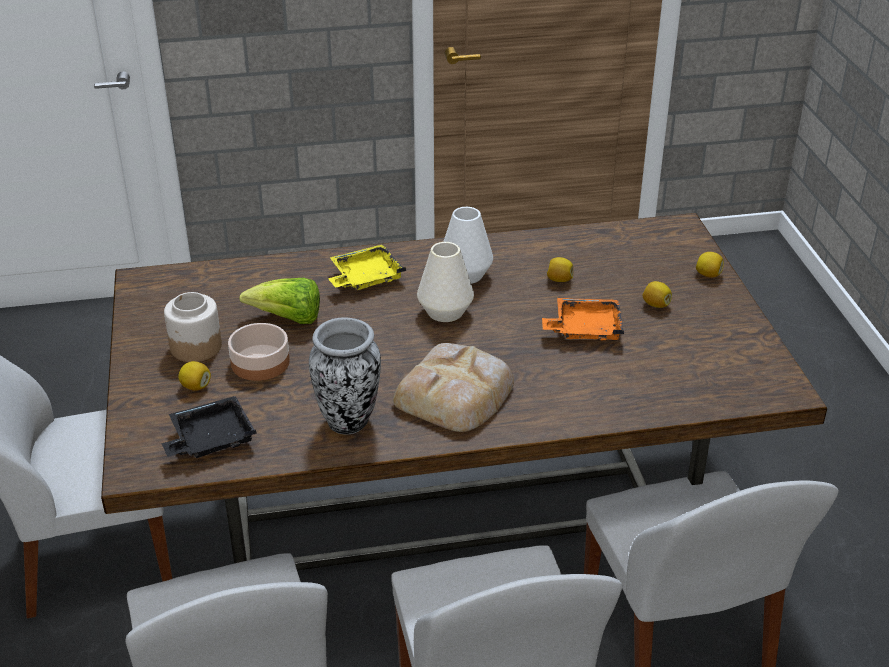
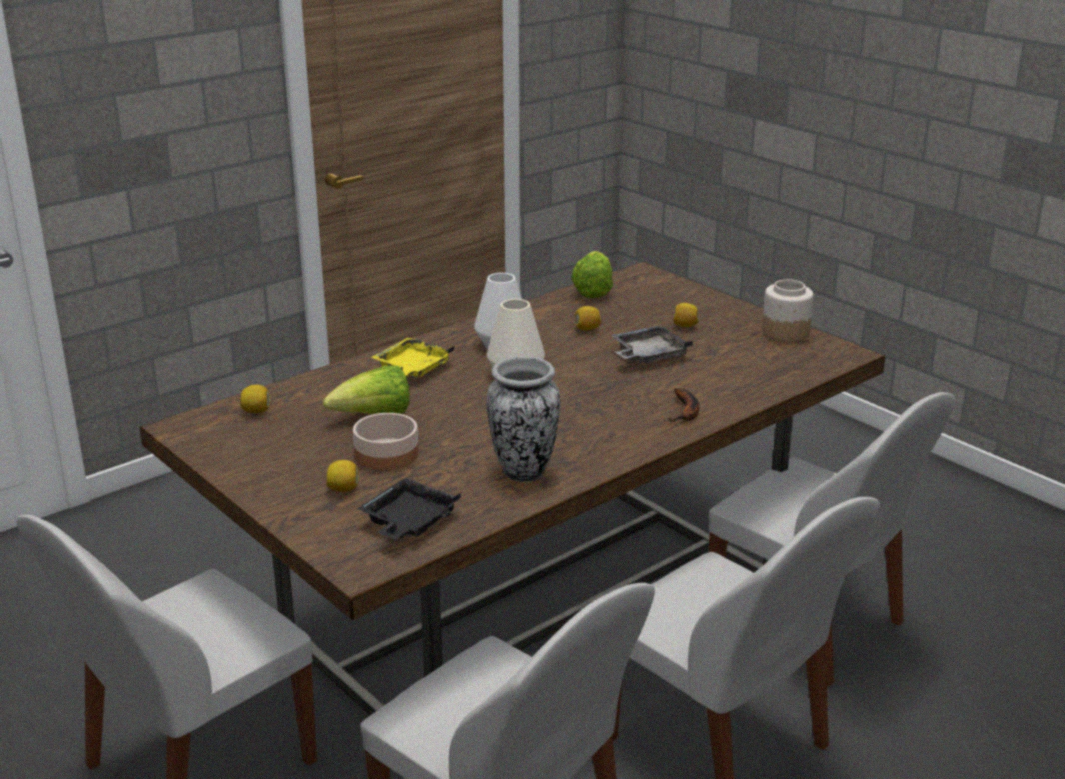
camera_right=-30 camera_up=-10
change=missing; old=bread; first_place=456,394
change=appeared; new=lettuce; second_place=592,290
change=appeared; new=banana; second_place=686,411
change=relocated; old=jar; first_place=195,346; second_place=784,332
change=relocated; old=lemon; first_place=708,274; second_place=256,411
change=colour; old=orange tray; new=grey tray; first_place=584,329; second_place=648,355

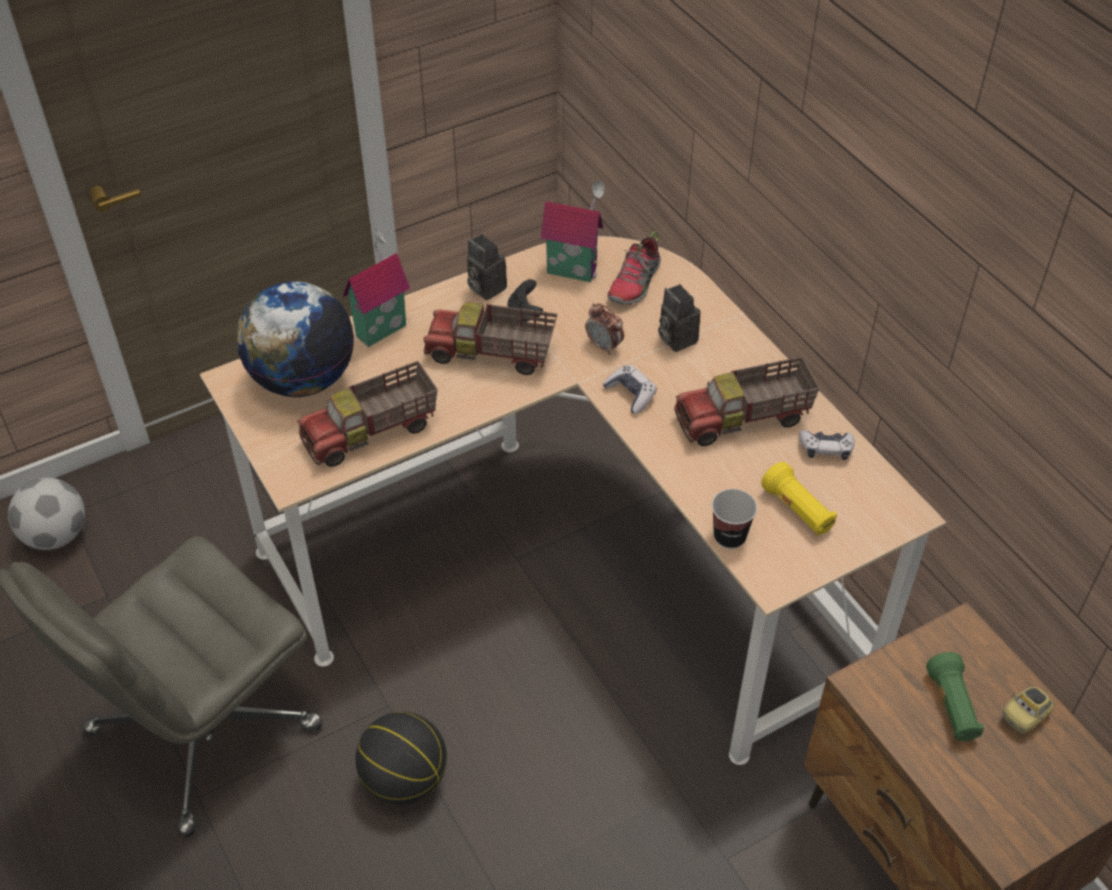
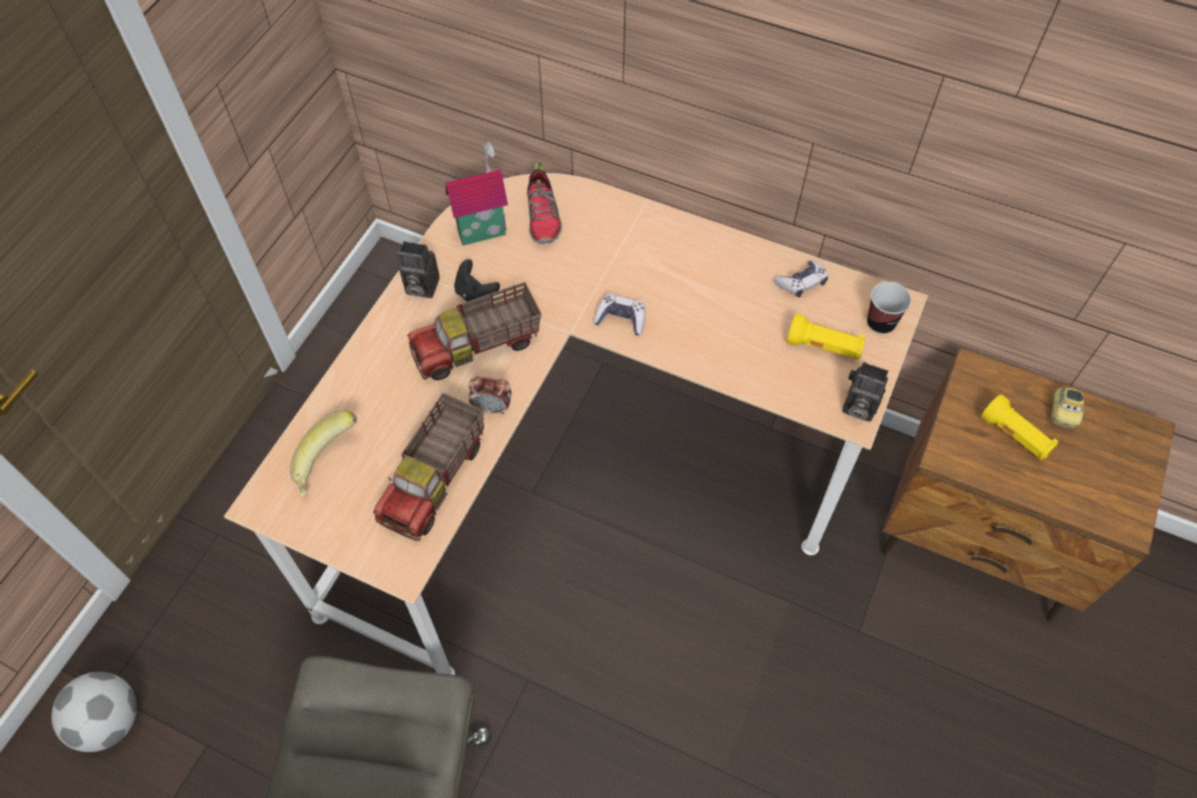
camera_right=-35 camera_up=10
change=missing; old=toy house; first_place=379,328
change=missing; old=basketball; first_place=405,779
change=missing; old=toy truck; first_place=744,420
change=relocated; old=alarm clock; first_place=604,346; second_place=492,408
change=relocated; old=photo camera; first_place=675,338; second_place=857,407
change=relocated; old=cup; first_place=729,537; second_place=880,323
change=exchanged; old=globe; new=banana; first_place=302,379; second_place=328,465
change=colour; old=green flashlight; new=yellow flashlight; first_place=952,707; second_place=1015,436

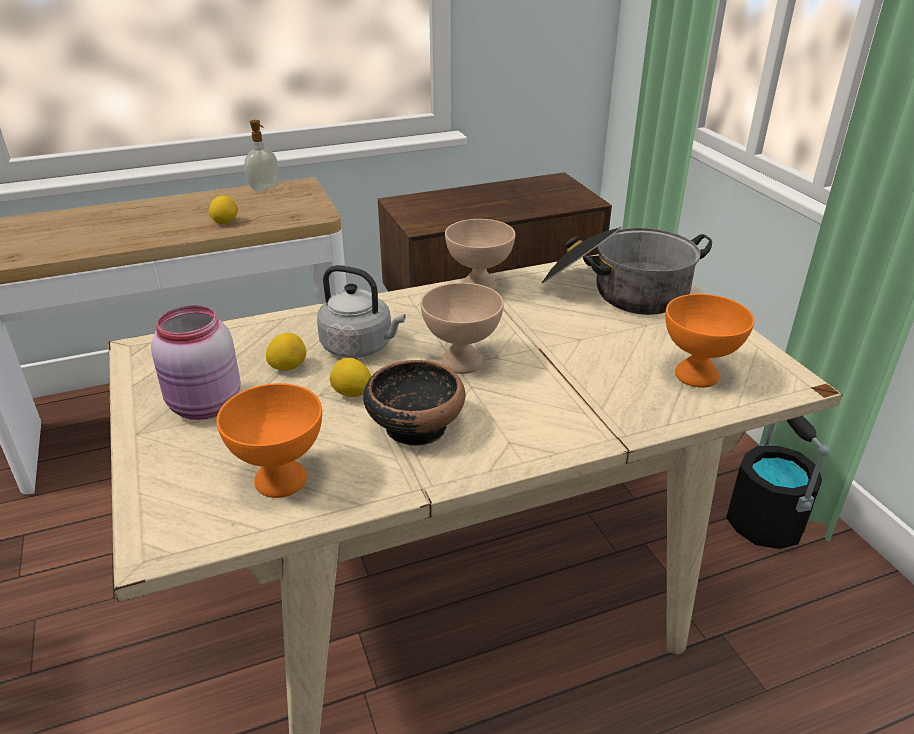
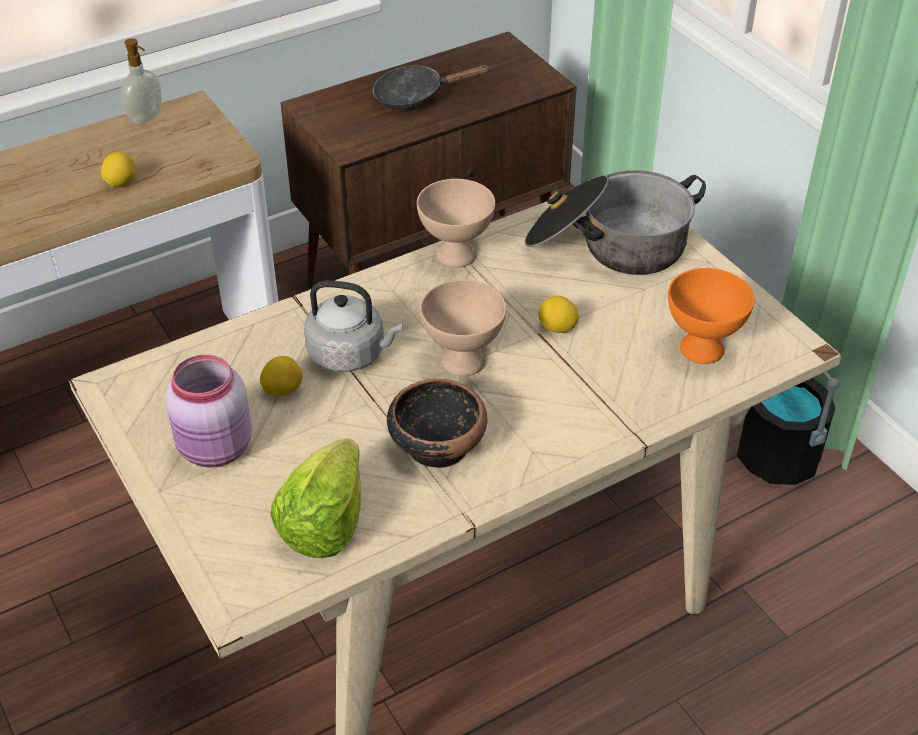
camera_right=-10 camera_up=10
change=appeared; new=black frying pan; second_place=416,96
change=relocated; old=lemon; first_place=352,394; second_place=557,328
change=exchanged; old=orange bowl; new=lettuce; first_place=279,480; second_place=324,523

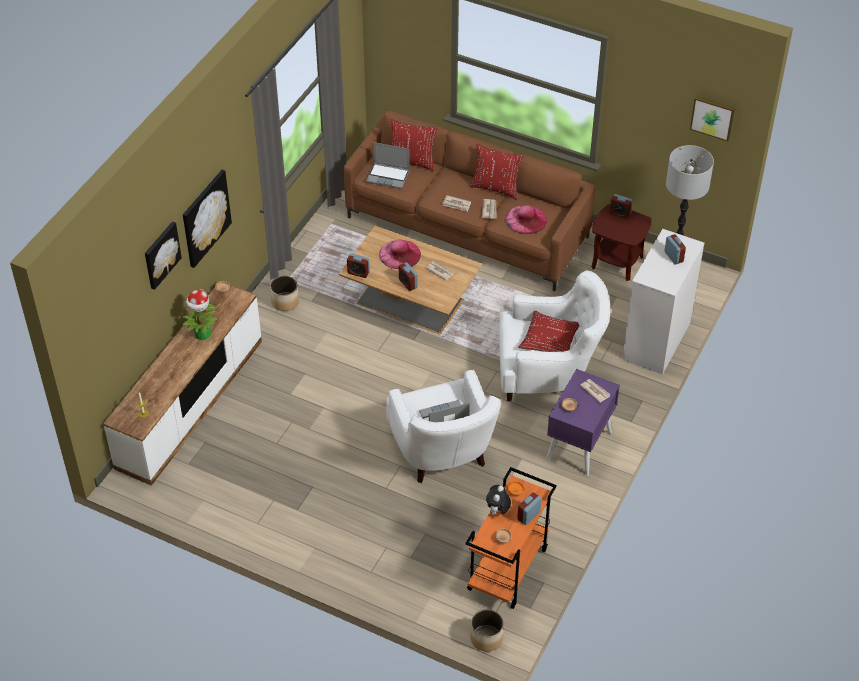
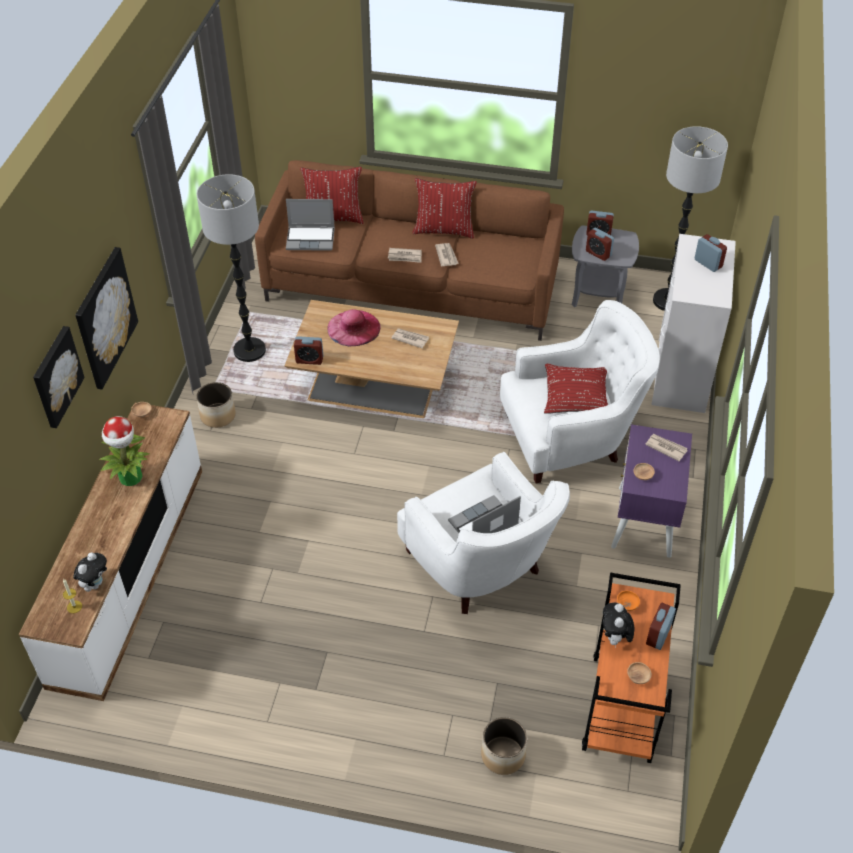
camera_right=-15 camera_up=0
change=missing; old=pink hat; first_place=526,219
change=missing; old=picture; first_place=713,117
change=appeared; new=plush toy; second_place=95,583
change=appeared; new=floor lamp; second_place=249,351
change=relocated; old=alarm clock; first_place=408,283; second_place=598,253
change=relocated; old=planter; first_place=486,638; second_place=503,755
change=colour; old=brown side table; new=grey side table; first_place=617,262; second_place=598,294

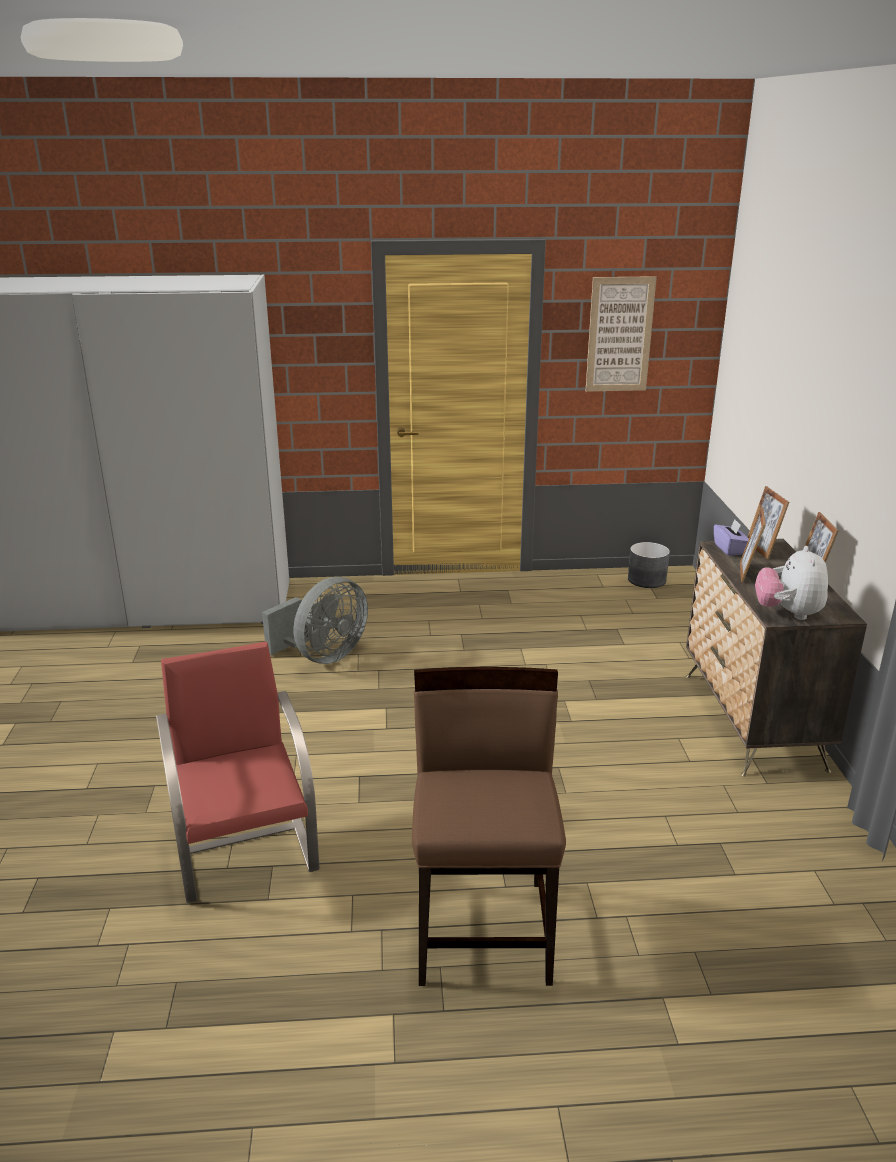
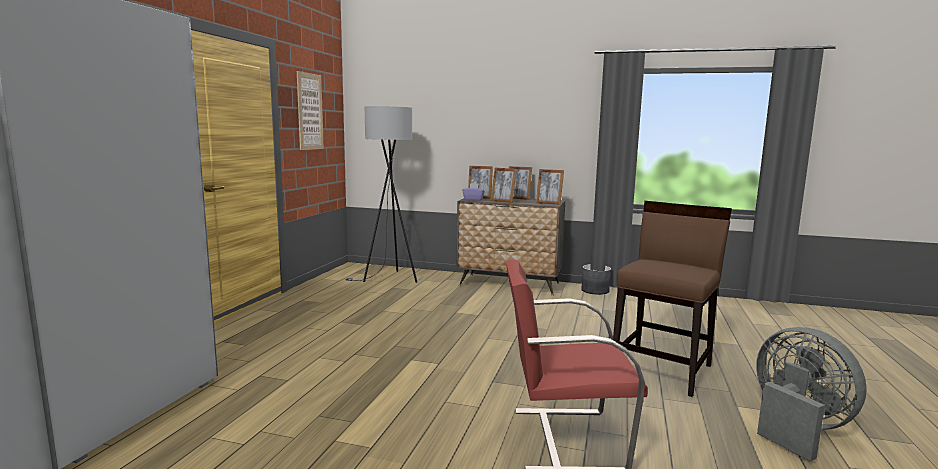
camera_right=-70 camera_up=-15
change=appeared; new=grey floor lamp; second_place=388,279
change=relocated; old=grey fan; first_place=323,656; second_place=796,428
change=relocated; old=grey planter; first_place=647,580; second_place=595,290
change=exchanged; old=plush toy; new=picture frame; first_place=788,613; second_place=549,203
change=spun; old=brown chair; first_place=484,929; second_place=662,369; degrees=105

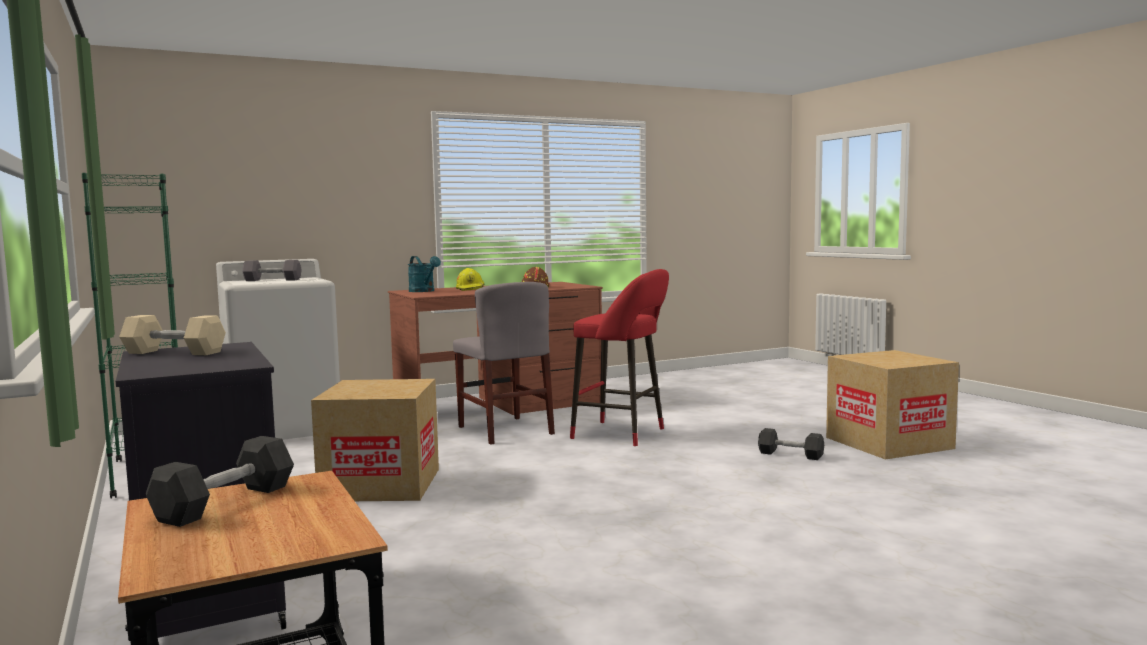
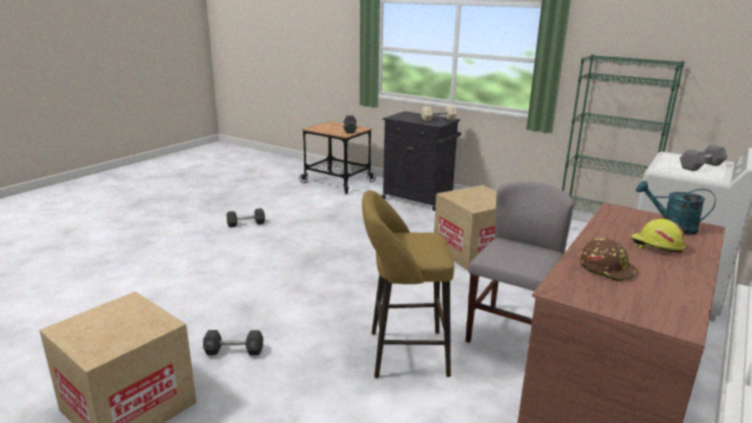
camera_right=150 camera_up=15
change=appeared; new=black dumbbell; second_place=246,224
change=colour; old=red stool; new=yellow stool; first_place=623,434; second_place=402,353
change=spun; old=grey chair; first_place=505,430; second_place=510,332; degrees=90

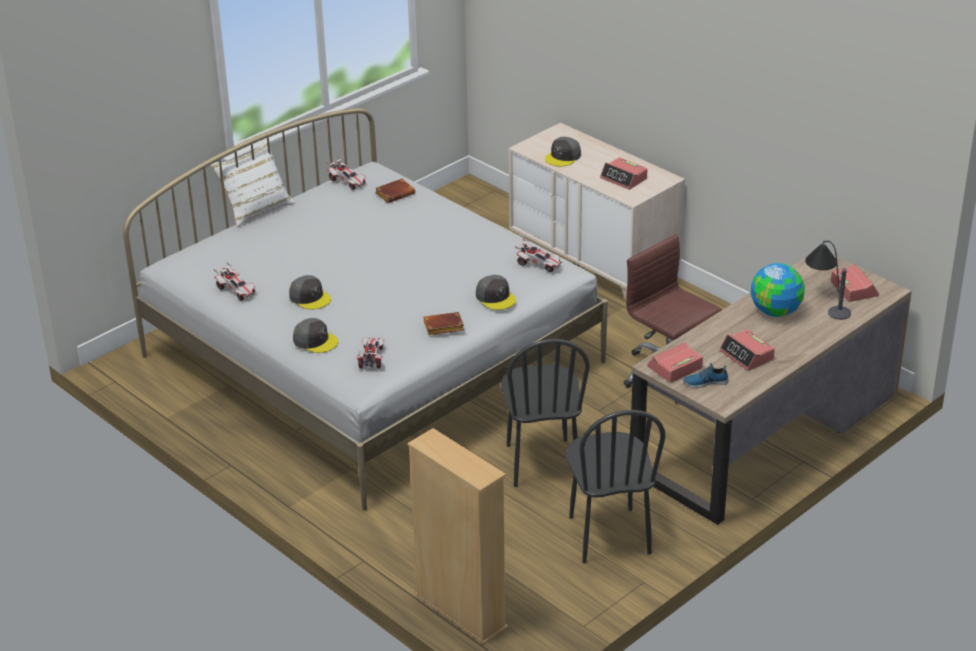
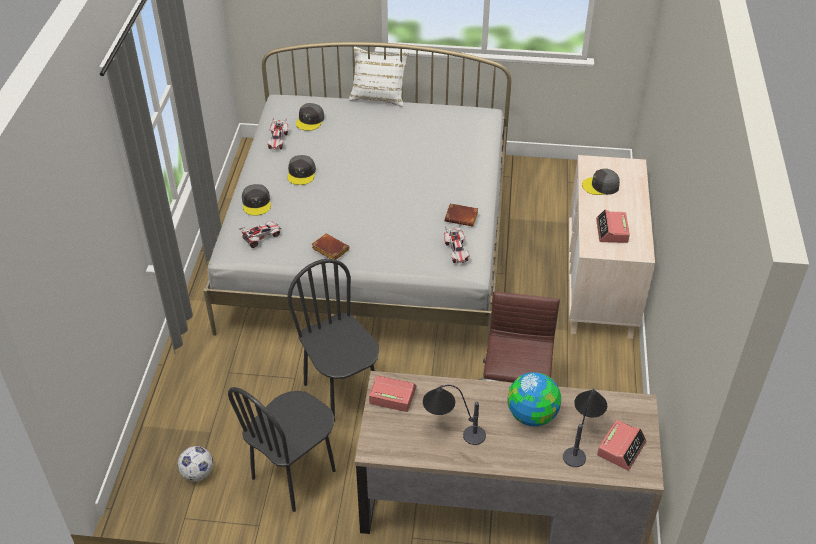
camera_right=50 camera_up=10
change=missing; old=toy car; first_place=347,182
change=missing; old=beige bookcase; first_place=461,611
change=missing; old=shoe; first_place=705,382
change=appeared; new=football; second_place=198,473
change=relocated; old=brown book; first_place=395,193; second_place=462,217
change=relocated; old=grey cap; first_place=495,297; second_place=310,120
change=exchanged; old=alarm clock; new=table lamp; first_place=747,355; second_place=451,430
change=spun; old=black chair; first_place=541,463; second_place=341,391; degrees=105

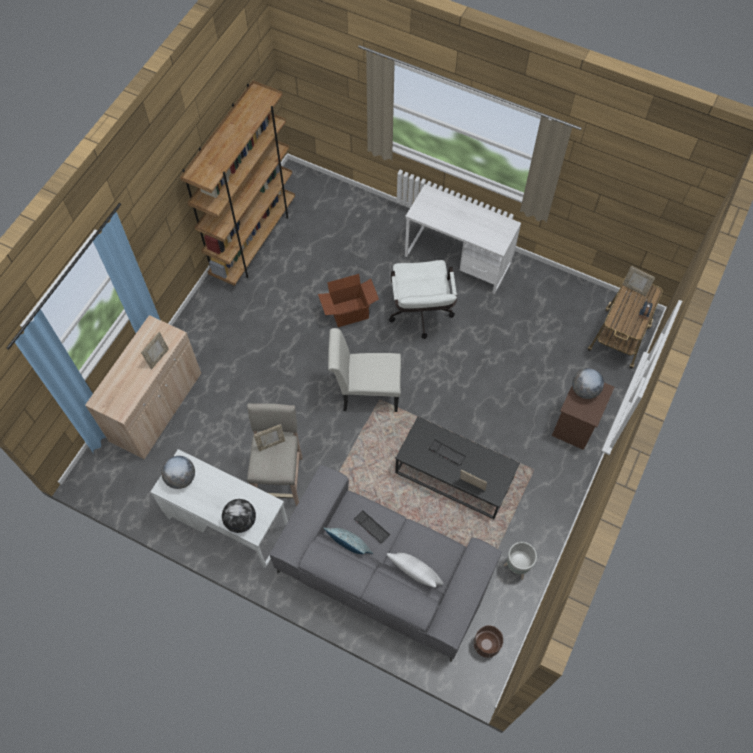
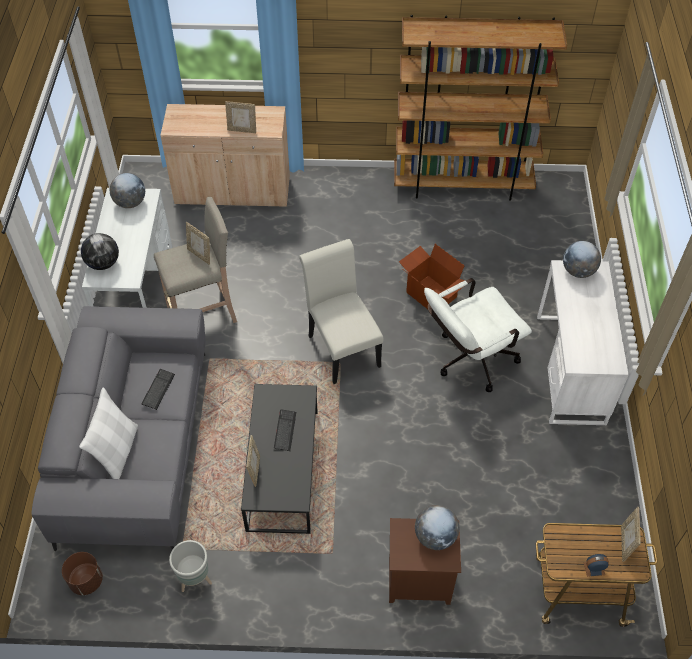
camera_right=65 camera_up=-10
change=missing; old=pillow; first_place=349,546
change=appeared; new=globe; second_place=578,271

